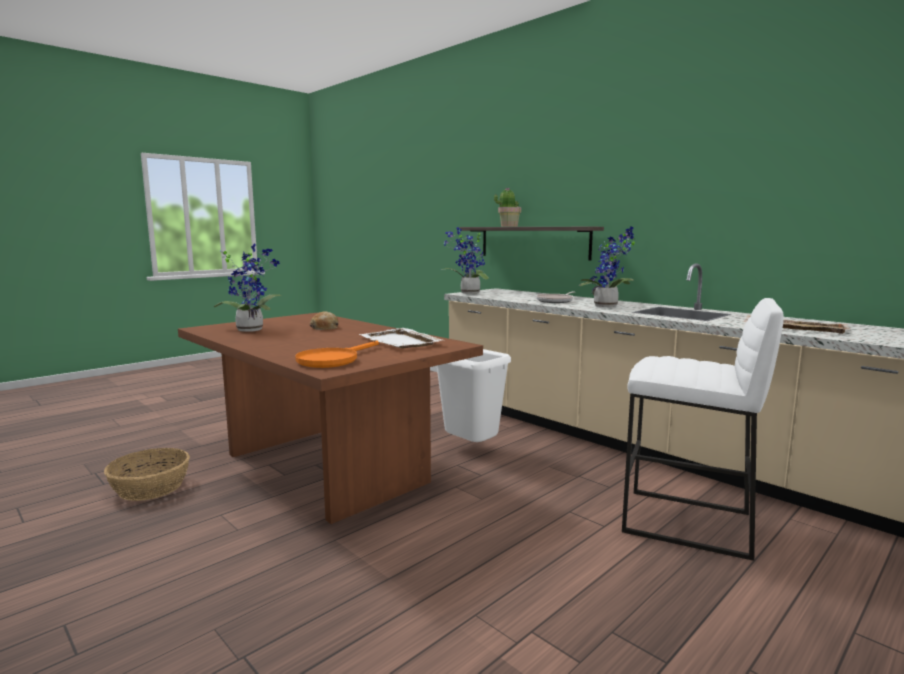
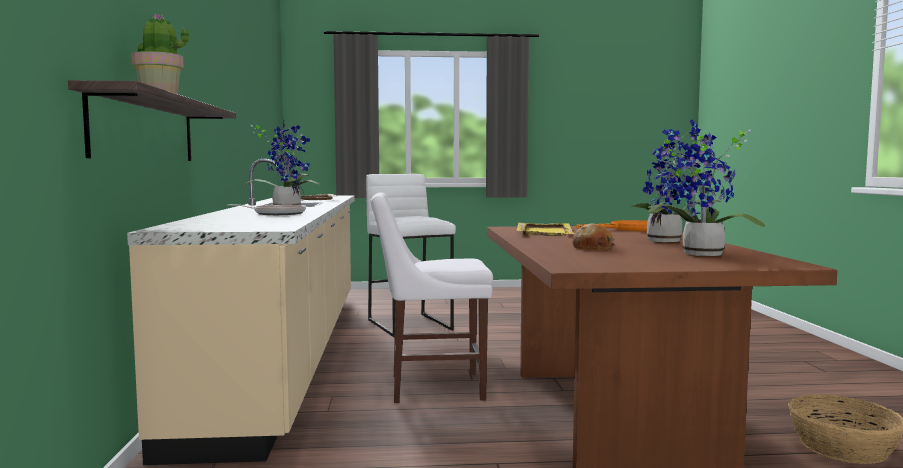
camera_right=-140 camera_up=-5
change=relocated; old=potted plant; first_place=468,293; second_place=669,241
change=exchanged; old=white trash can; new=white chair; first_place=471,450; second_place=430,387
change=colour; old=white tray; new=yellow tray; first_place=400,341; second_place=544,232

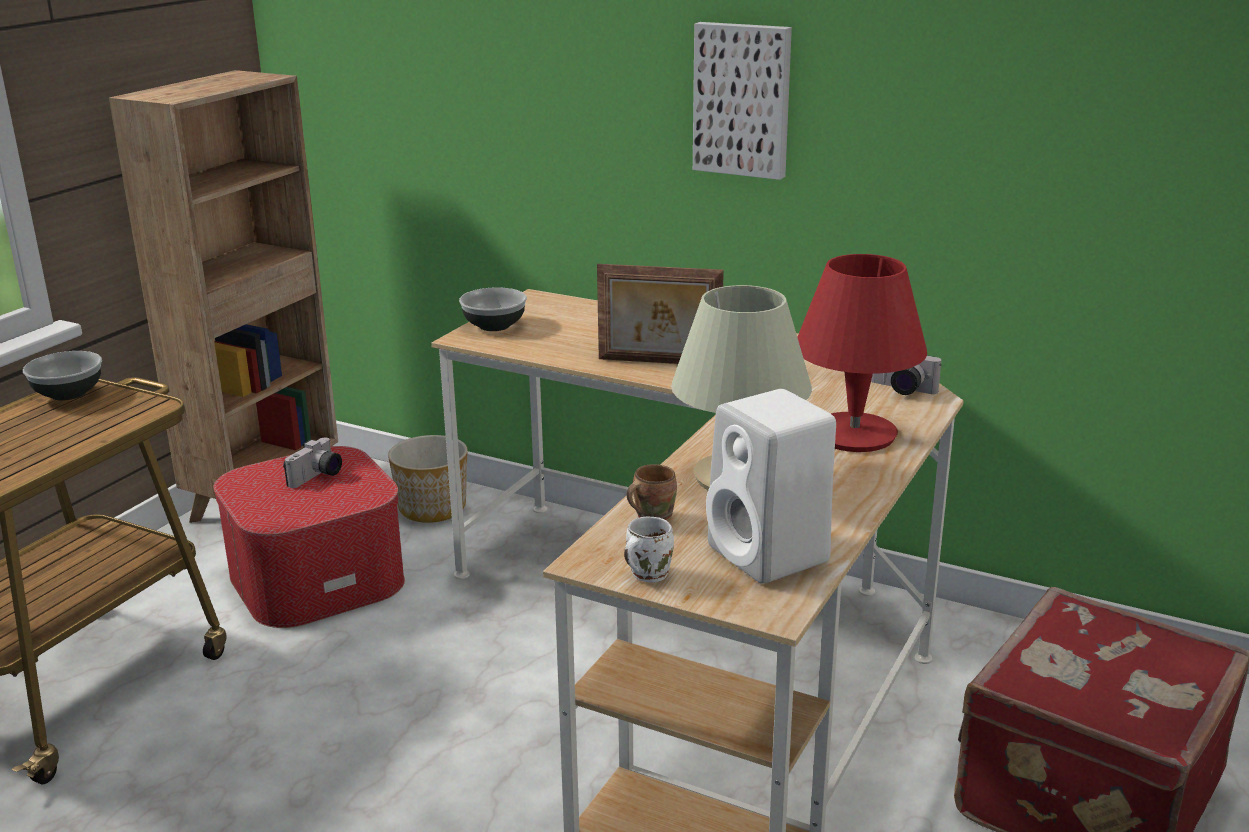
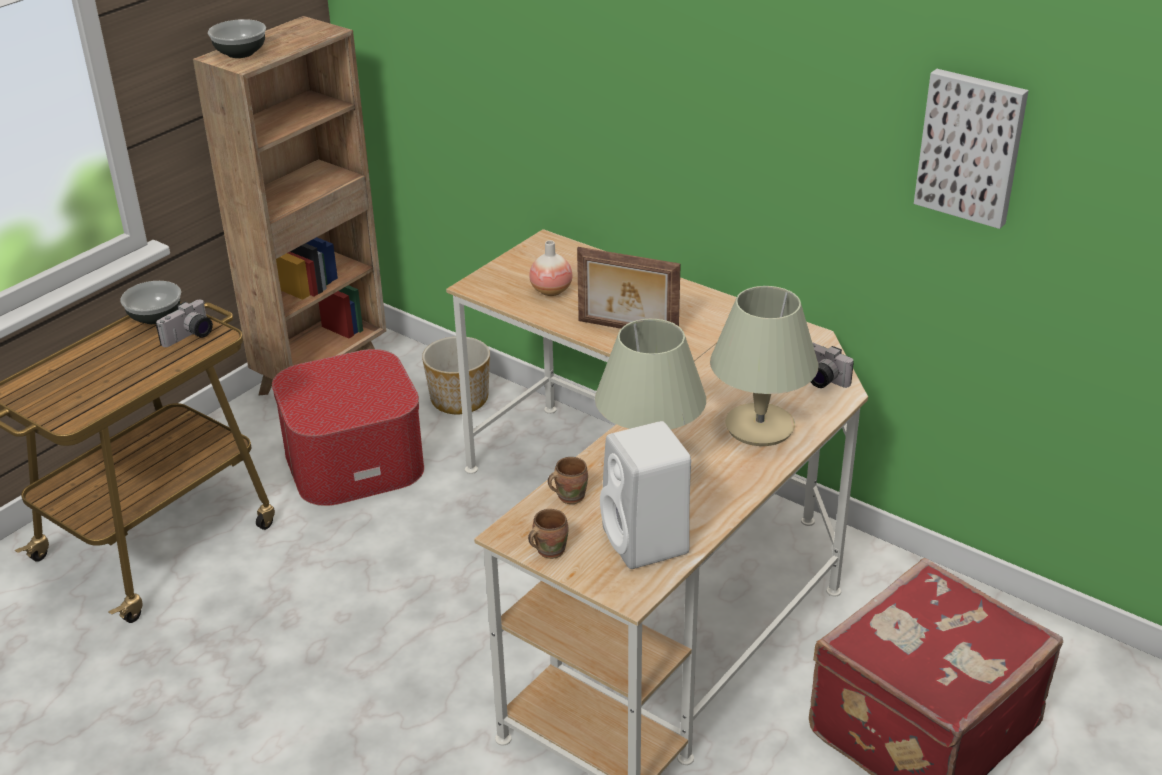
camera_right=10 camera_up=10
change=appeared; new=vase; second_place=551,291
change=relocated; old=photo camera; first_place=317,477; second_place=190,337
change=relocated; old=bowl; first_place=494,325; second_place=240,53
change=relocated; old=picture; first_place=743,99; second_place=971,146
change=colour; old=white mug; new=brown mug; first_place=646,574; second_place=548,550
change=colour; old=red table lamp; new=beige table lamp; first_place=853,435; second_place=759,427

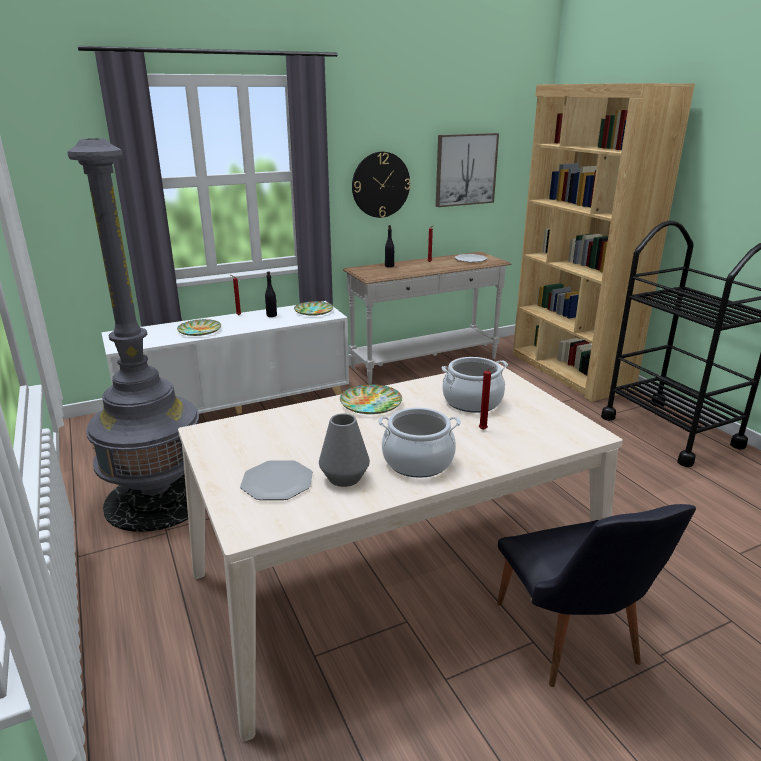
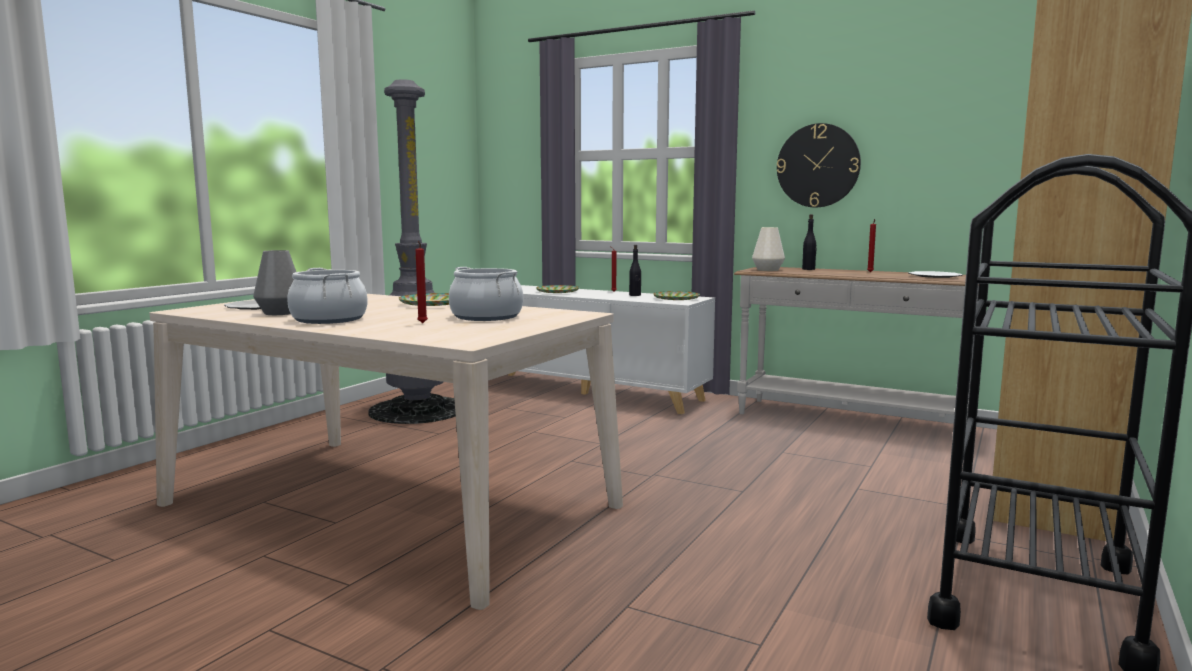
camera_right=55 camera_up=-15
change=missing; old=picture; first_place=465,169
change=missing; old=black chair; first_place=572,643
change=appeared; new=white vase; second_place=767,270

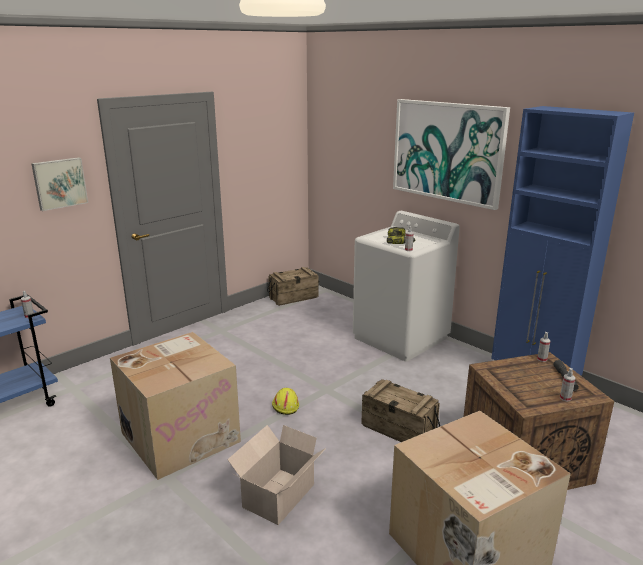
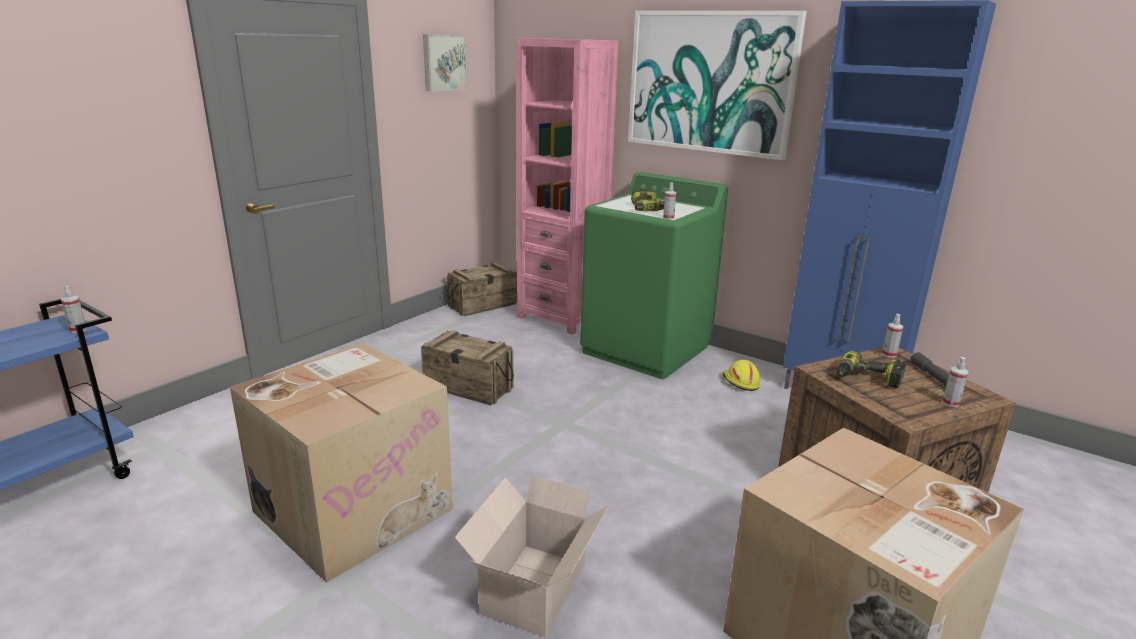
camera_right=-10 camera_up=0
change=appeared; new=pink bookcase; second_place=561,317
change=appeared; new=power drill; second_place=867,379
change=relocated; old=picture; first_place=59,183; second_place=443,62
change=relocated; old=yellow hard hat; first_place=285,406; second_place=740,382
change=relocated; old=crate; first_place=399,429; second_place=468,387
change=colour; old=white washing machine; new=green washing machine; first_place=401,338; second_place=646,350

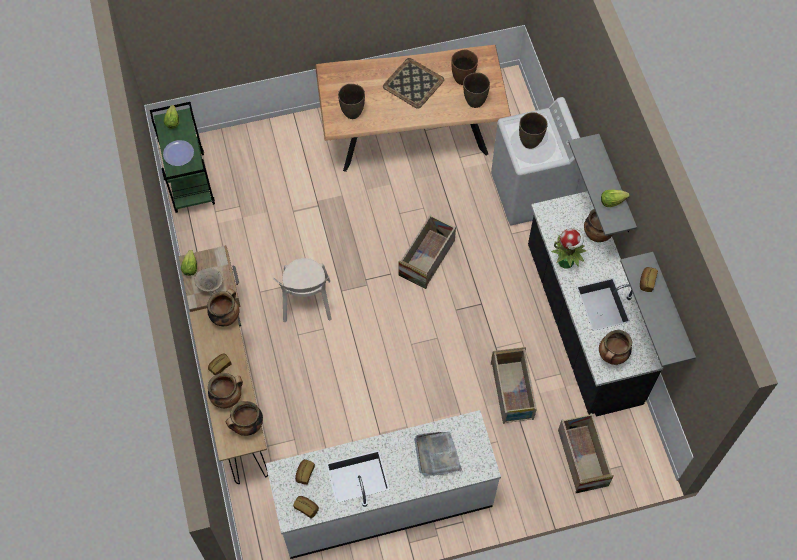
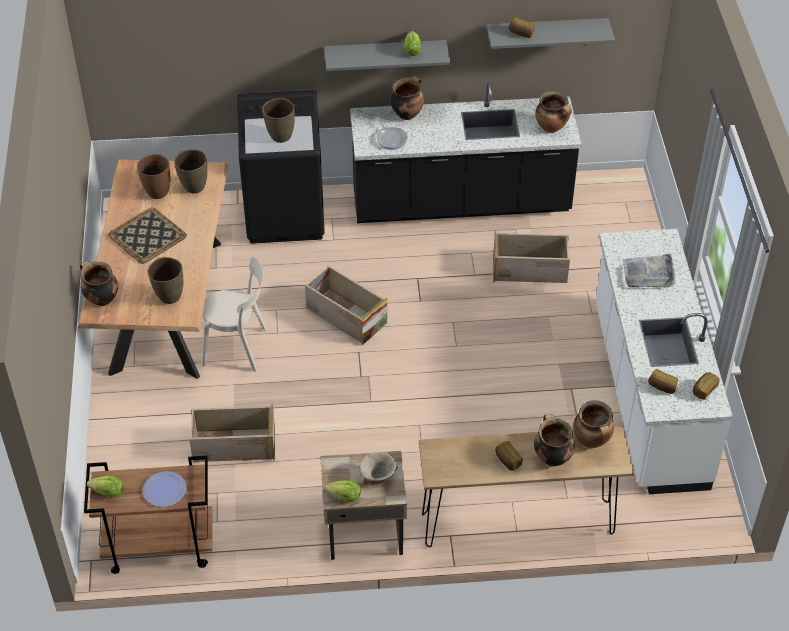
camera_right=-80 camera_up=-15
change=missing; old=potted plant; first_place=566,261
change=appeared; new=frying pan; second_place=391,139
change=relocated; old=cooking pot; first_place=225,317; second_place=101,299
change=relocated; old=beige chair; first_place=307,303; second_place=238,347
change=relocated; old=crate; first_place=582,457; second_place=233,445
change=colour; old=green cart; new=brown cart; first_place=189,181; second_place=158,547
change=colour; old=white washing machine; new=black washing machine; first_place=531,193; second_place=285,215

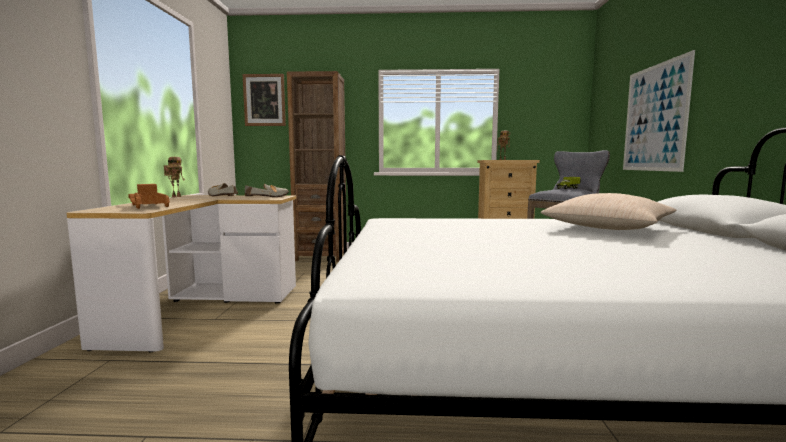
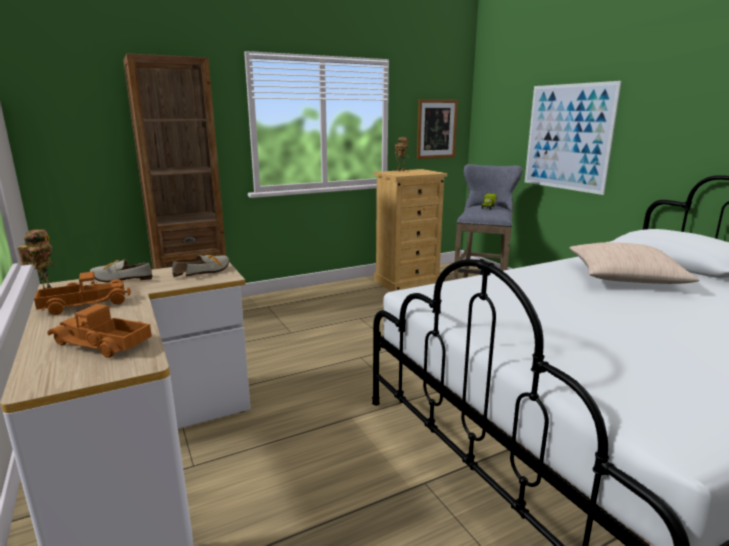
camera_right=-30 camera_up=10
change=appeared; new=toy truck; second_place=85,304
change=relocated; old=picture; first_place=264,100; second_place=436,129

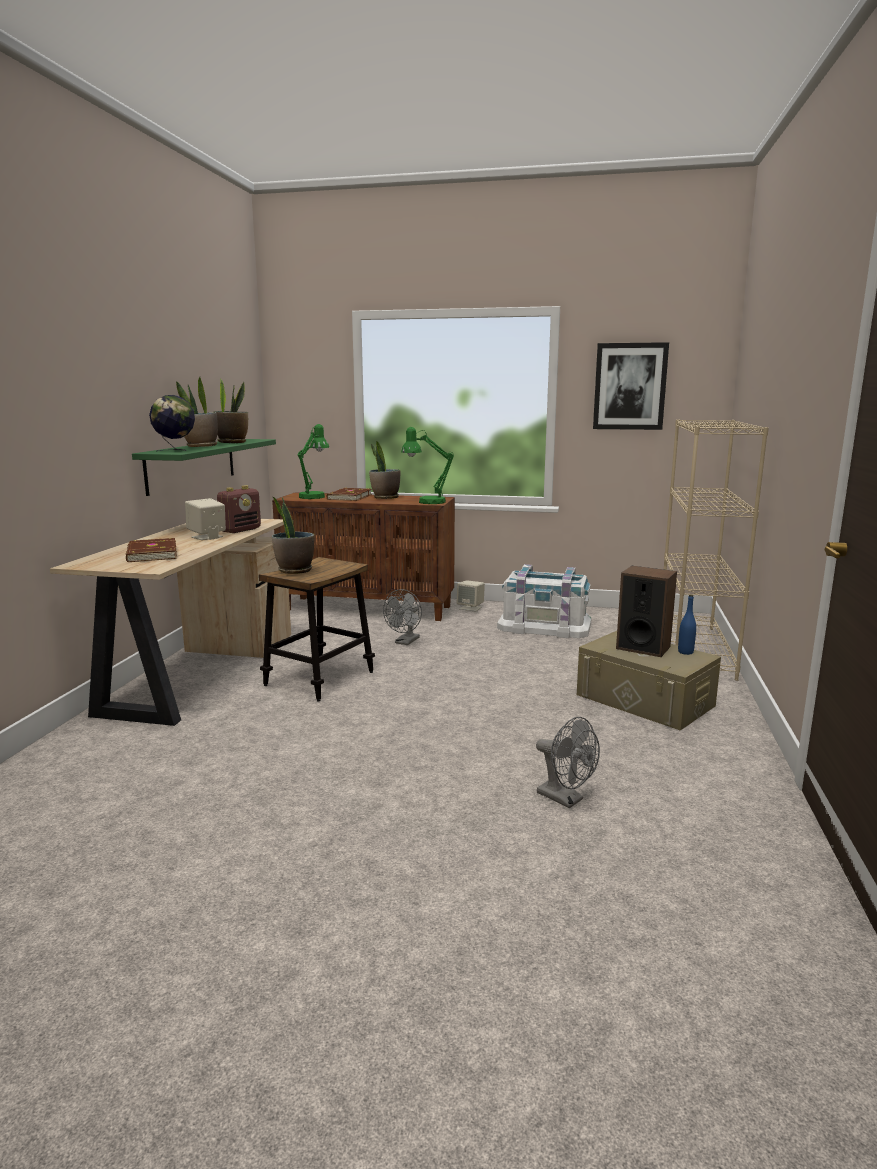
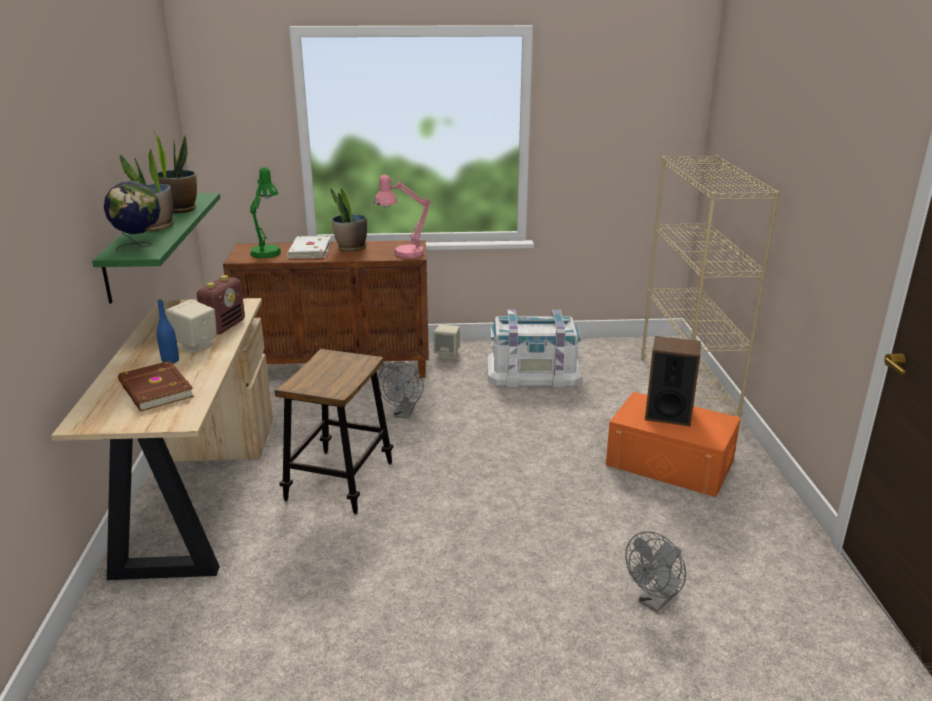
camera_right=-15 camera_up=10
change=missing; old=potted plant; first_place=294,570
change=missing; old=picture; first_place=629,386
change=relocated; old=blue bottle; first_place=685,652; second_place=170,361
change=colour; old=brown book; new=white book; first_place=348,497; second_place=309,250
change=colour; old=green table lamp; new=pink table lamp; first_place=426,502; second_place=403,254
change=colour; old=beige storage box; new=orange storage box; first_place=645,700; second_place=670,463
change=spun; old=grey fan; first_place=566,799; second_place=654,602; degrees=105

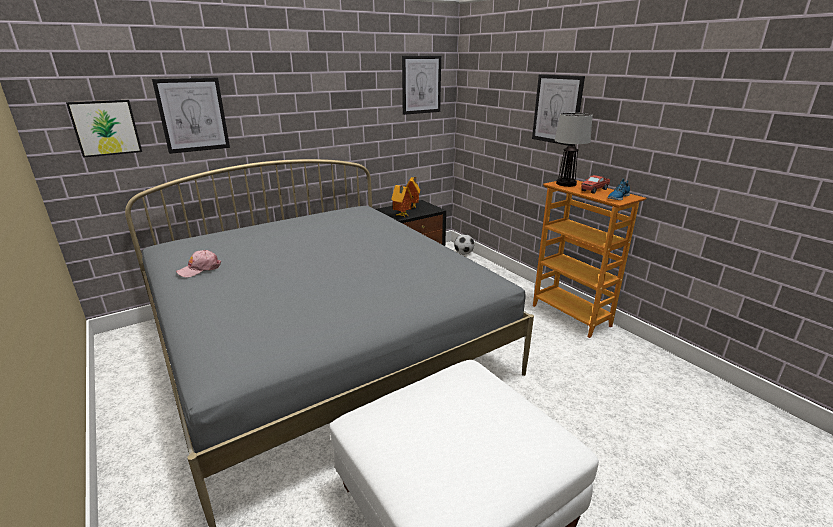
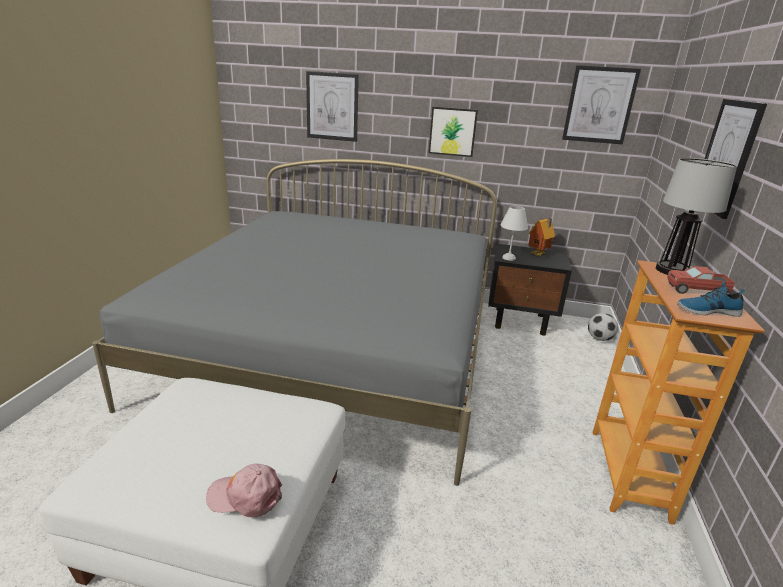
camera_right=45 camera_up=0
change=relocated; old=picture; first_place=106,127; second_place=452,131
change=relocated; old=pink cap; first_place=199,269; second_place=245,496
change=exchanged; old=toy house; new=white table lamp; first_place=401,216; second_place=508,258

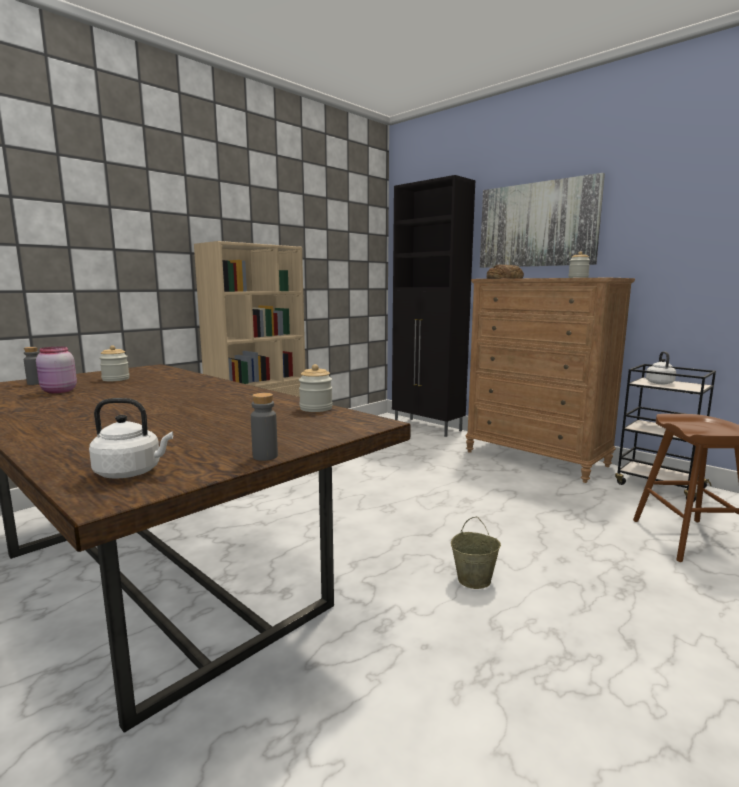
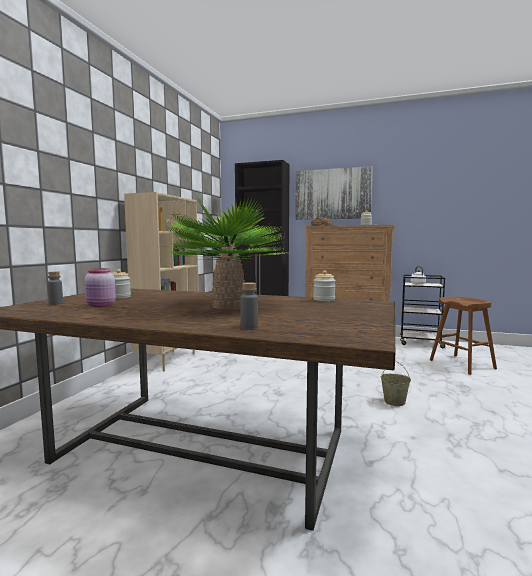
camera_right=-25 camera_up=-5
change=missing; old=white kettle; first_place=131,472
change=appeared; new=potted plant; second_place=229,306
change=relocated; old=grey bottle; first_place=265,456; second_place=249,327

